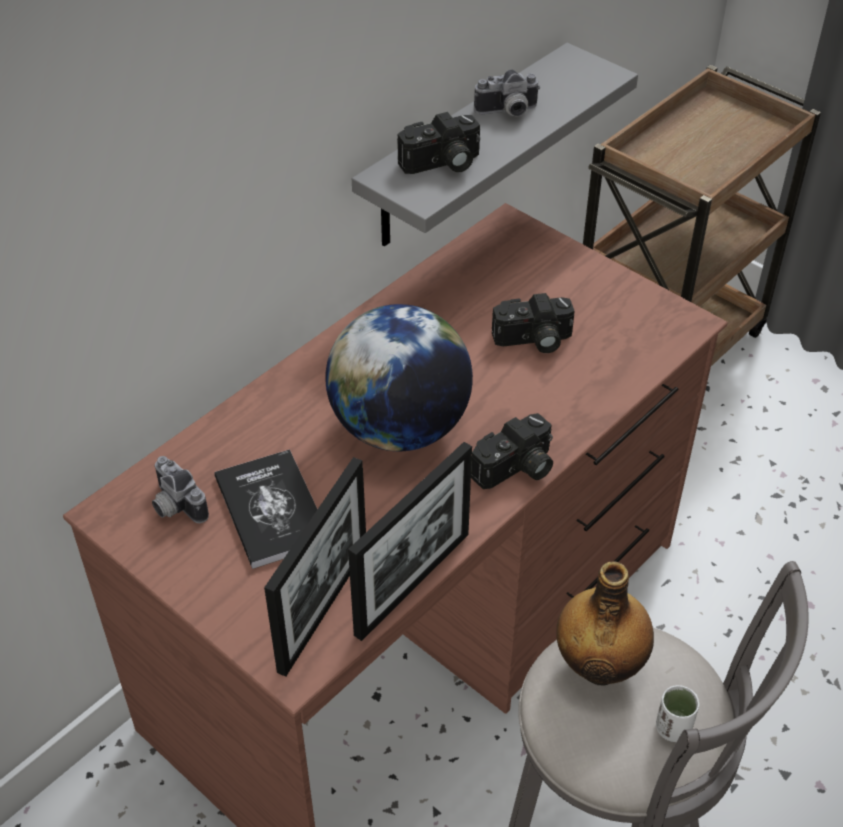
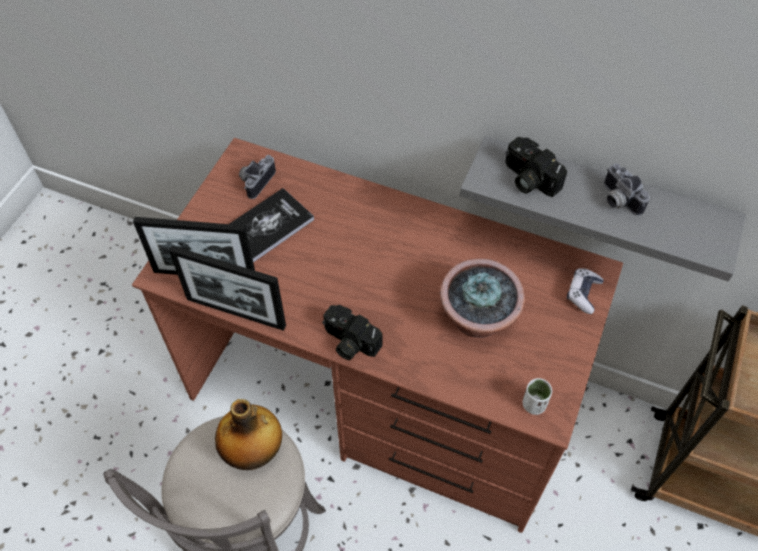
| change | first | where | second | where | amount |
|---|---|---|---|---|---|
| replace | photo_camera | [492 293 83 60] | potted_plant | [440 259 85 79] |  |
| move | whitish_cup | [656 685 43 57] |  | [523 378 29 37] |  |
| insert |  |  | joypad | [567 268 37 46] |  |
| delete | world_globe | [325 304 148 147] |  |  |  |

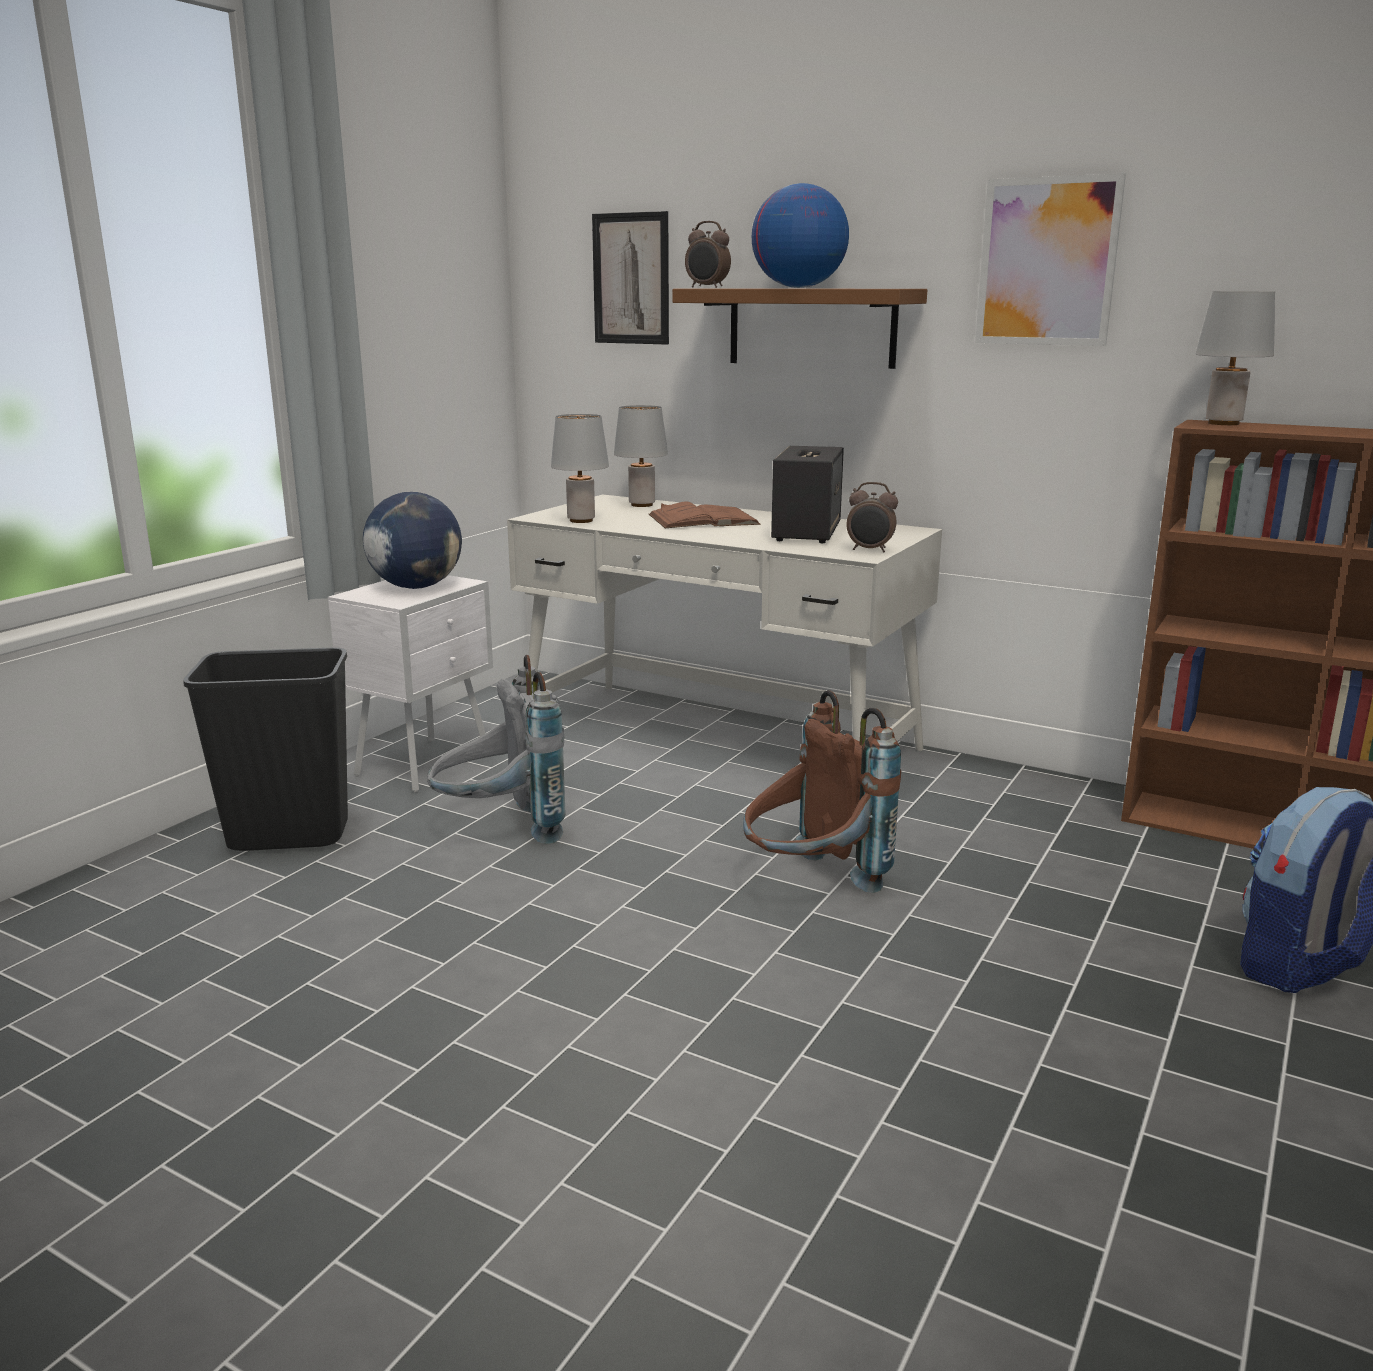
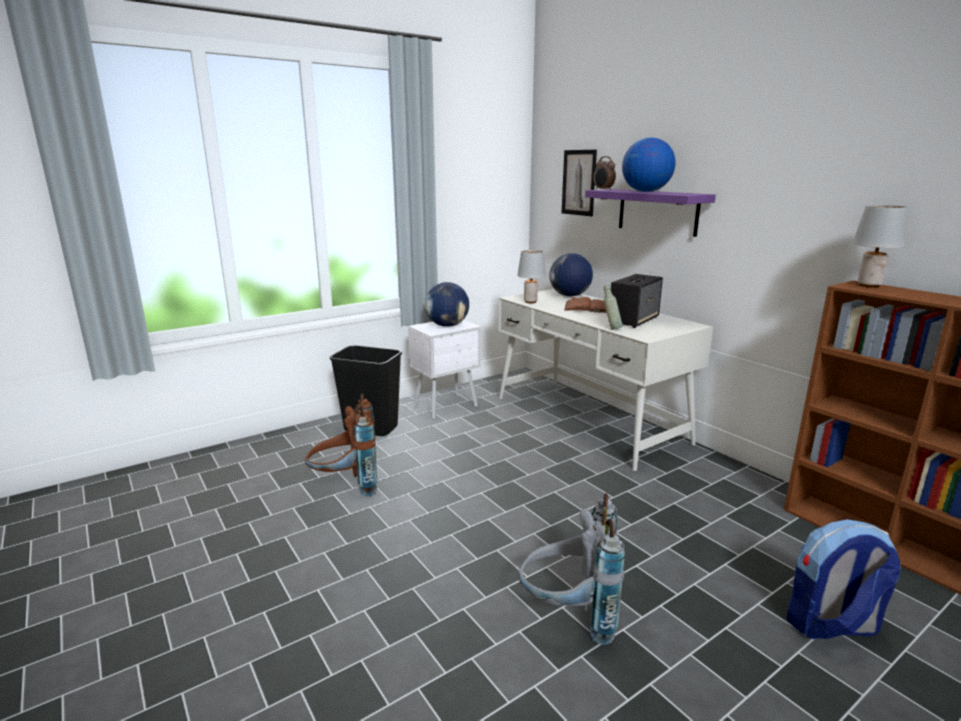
| change | first | where | second | where | amount |
|---|---|---|---|---|---|
| move | brown_rucksack | [743 690 158 203] |  | [305 394 72 103] |  |
| move | gray_rucksack | [427 655 139 189] |  | [519 493 106 152] |  |
| replace | gray_lamp_for_a_table | [614 405 54 102] | world_globe | [549 253 44 44] |  |
| recolor | brown_wall_shelf | [672 289 255 80] | purplish_wall_shelf | [585 189 131 48] |  |
| insert |  |  | gray_drink_bottle | [604 285 18 45] |  |
| delete | table_clock | [847 482 51 70] |  |  |  |
| delete | wall_picture | [975 173 151 173] |  |  |  |

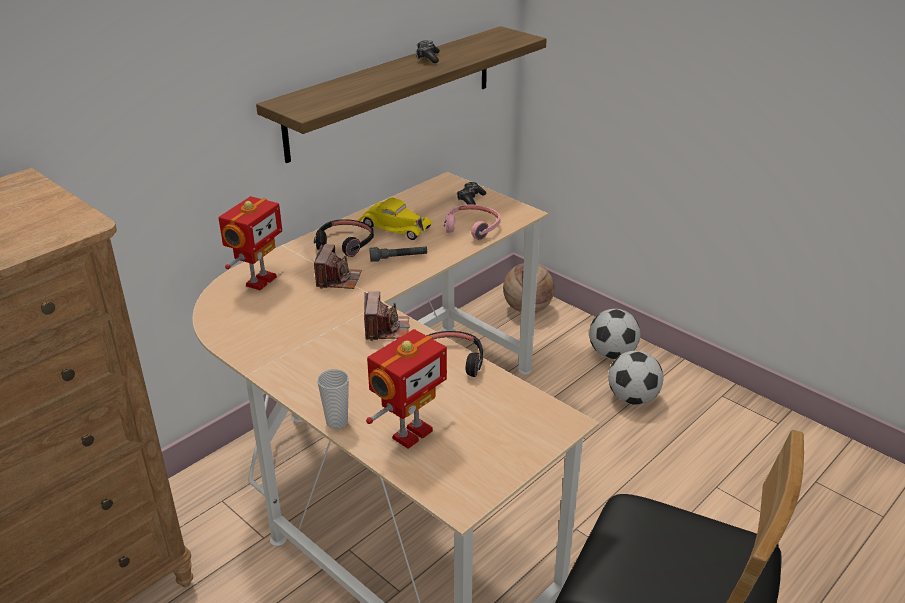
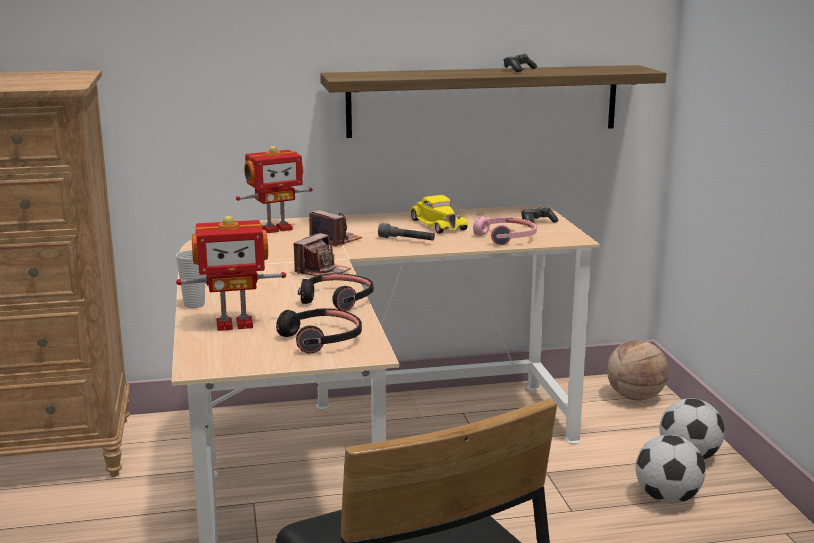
| change | first | where | second | where | amount |
|---|---|---|---|---|---|
| move | black-coloured_pair_of_headphones | [314 219 60 38] |  | [276 308 86 46] |  |
| rotate | photo_camera | [314 244 48 45] |  | [309 210 53 36] | 90 degrees counterclockwise |

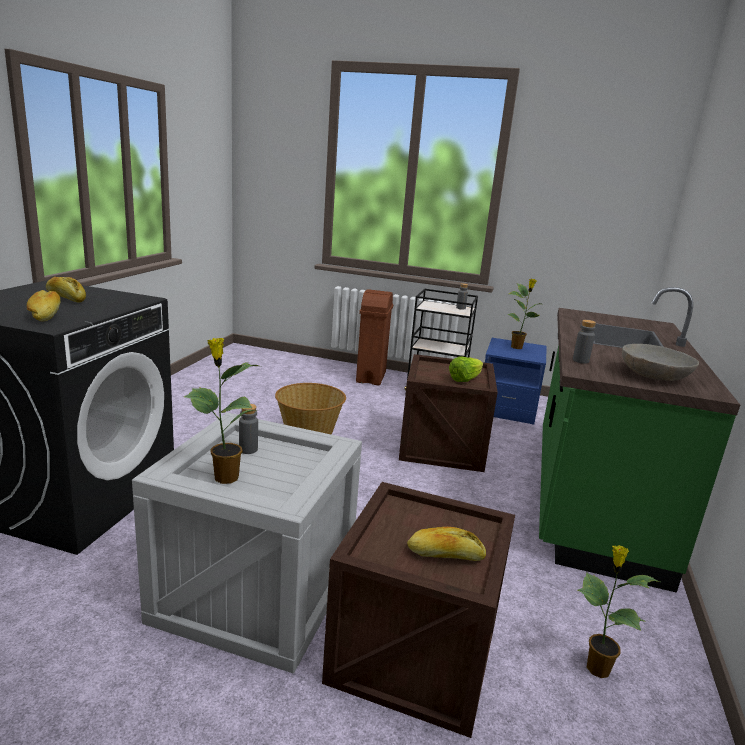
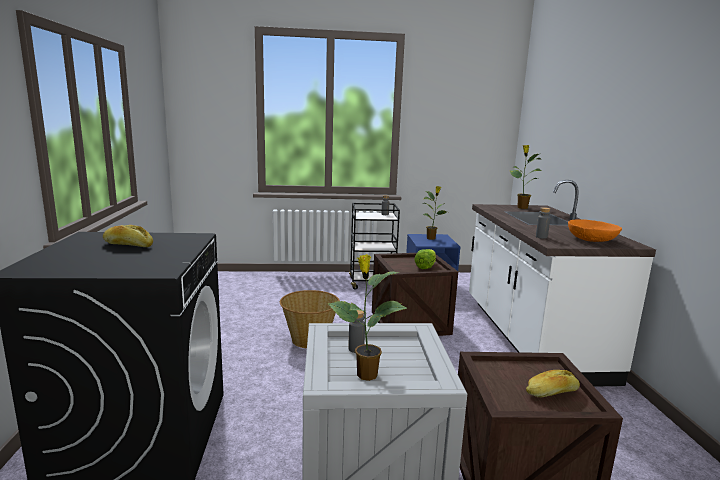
| change | first | where | second | where | amount |
|---|---|---|---|---|---|
| recolor | green_counter | [539 287 201 306] | whitish_counter | [469 180 187 207] |  |
| move | potted_plant | [578 545 82 133] |  | [509 145 33 64] |  |
| recolor | gray_bowl | [622 344 77 37] | orangey_bowl | [568 219 54 23] |  |
| delete | bread | [27 290 34 31] |  |  |  |
| delete | brown_rubbish_bin | [356 289 37 96] |  |  |  |

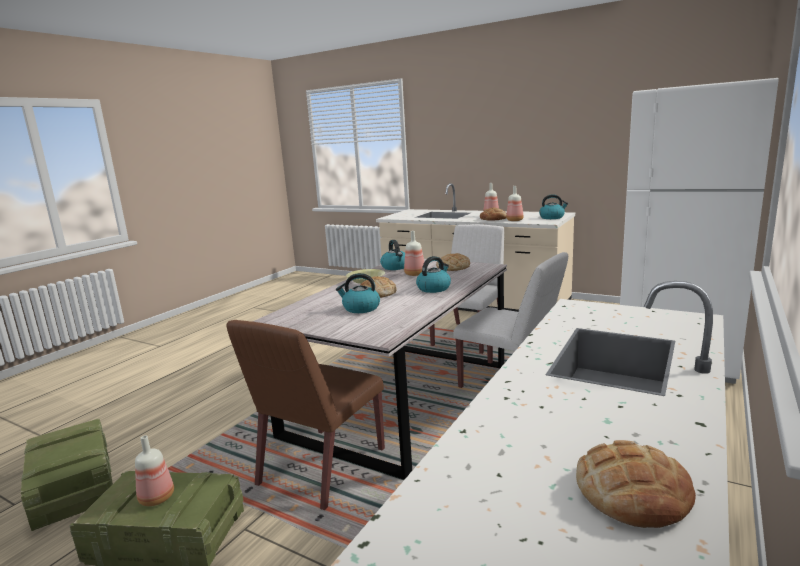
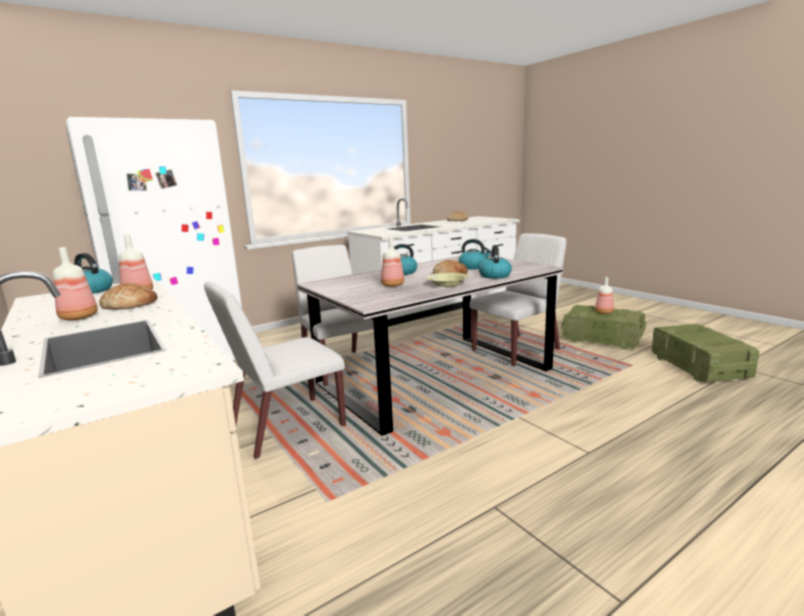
| change | first | where | second | where | amount |
|---|---|---|---|---|---|
| recolor | brown_upright_chair | [227 320 158 190] | whitish_upright_chair | [469 233 98 133] |  |
| move | tea_kettle | [380 240 25 30] |  | [479 245 33 34] |  |
| delete | bread | [436 253 34 18] |  |  |  |

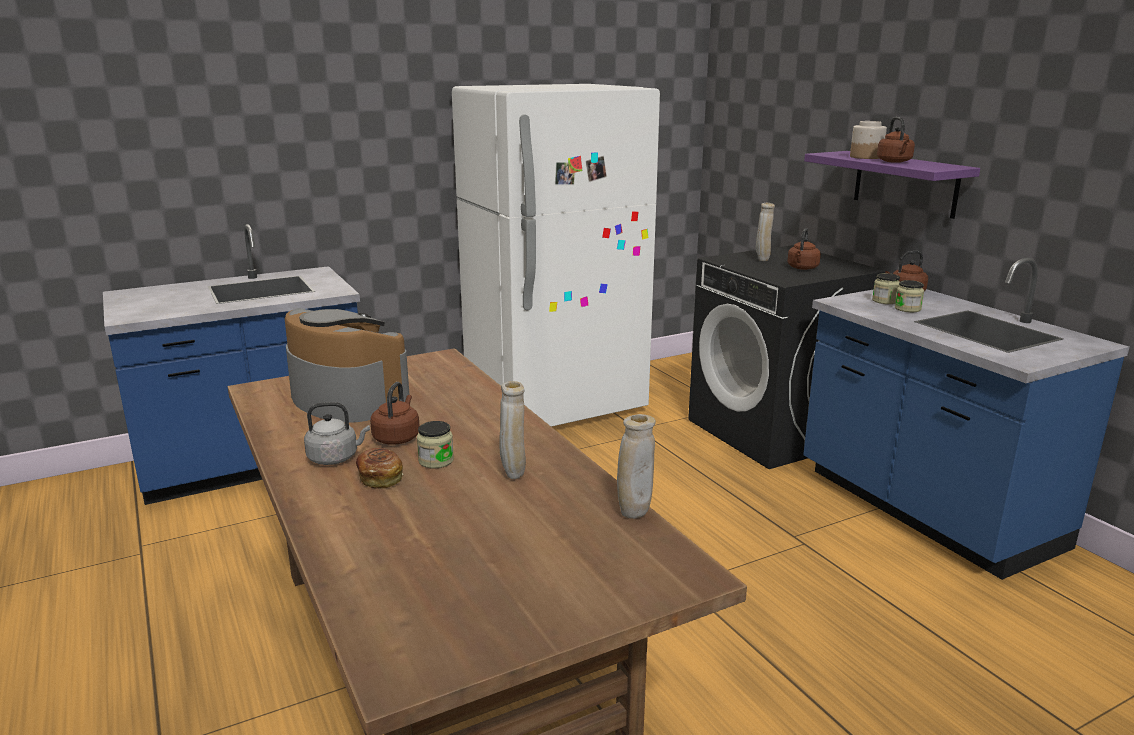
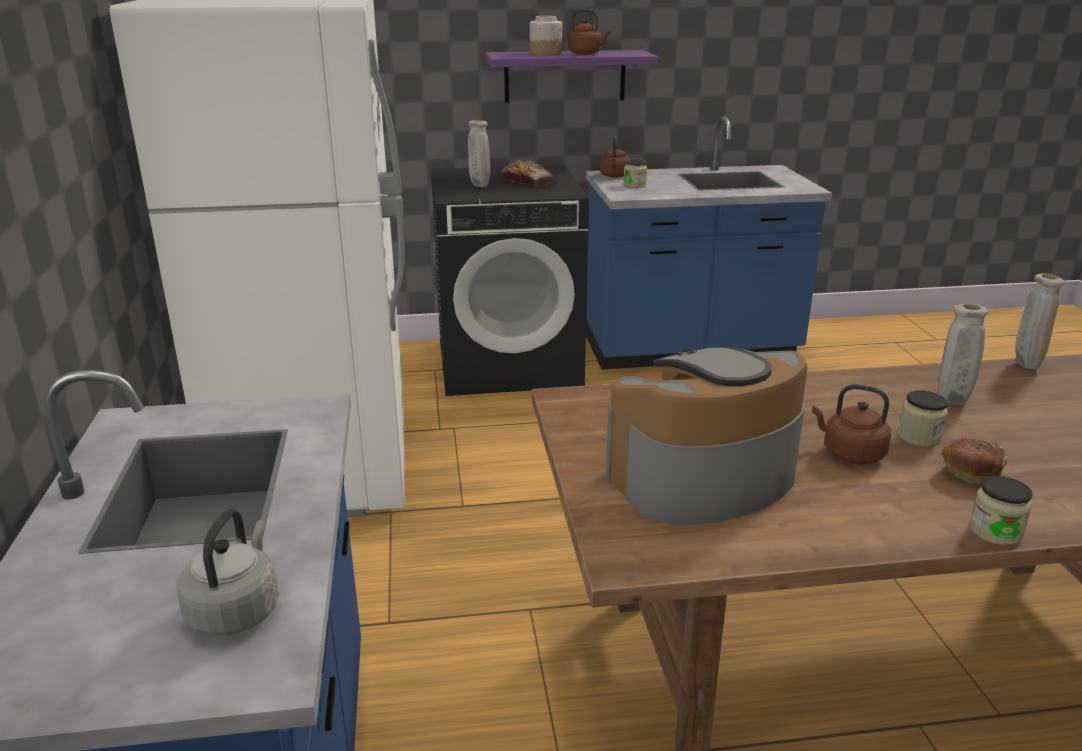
| change | first | where | second | where | amount |
|---|---|---|---|---|---|
| move | gray_tea_kettle | [304 402 66 63] |  | [177 509 102 127] |  |
| replace | brown_tea_kettle | [787 228 34 42] | bread | [501 160 52 26] |  |
| move | jar | [895 280 29 32] |  | [970 476 63 69] |  |

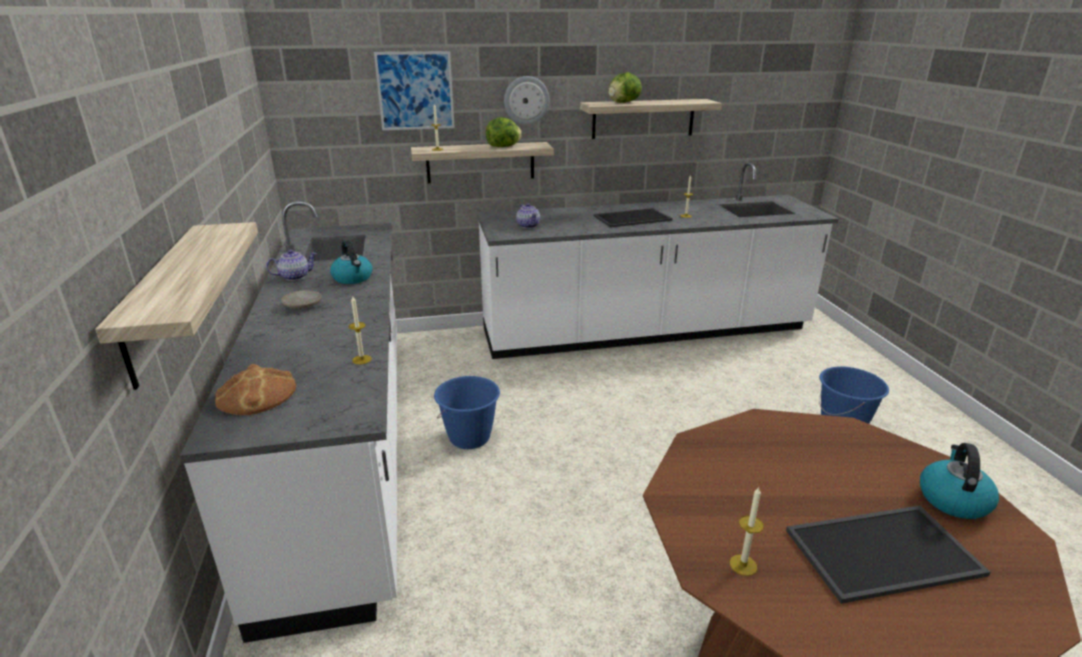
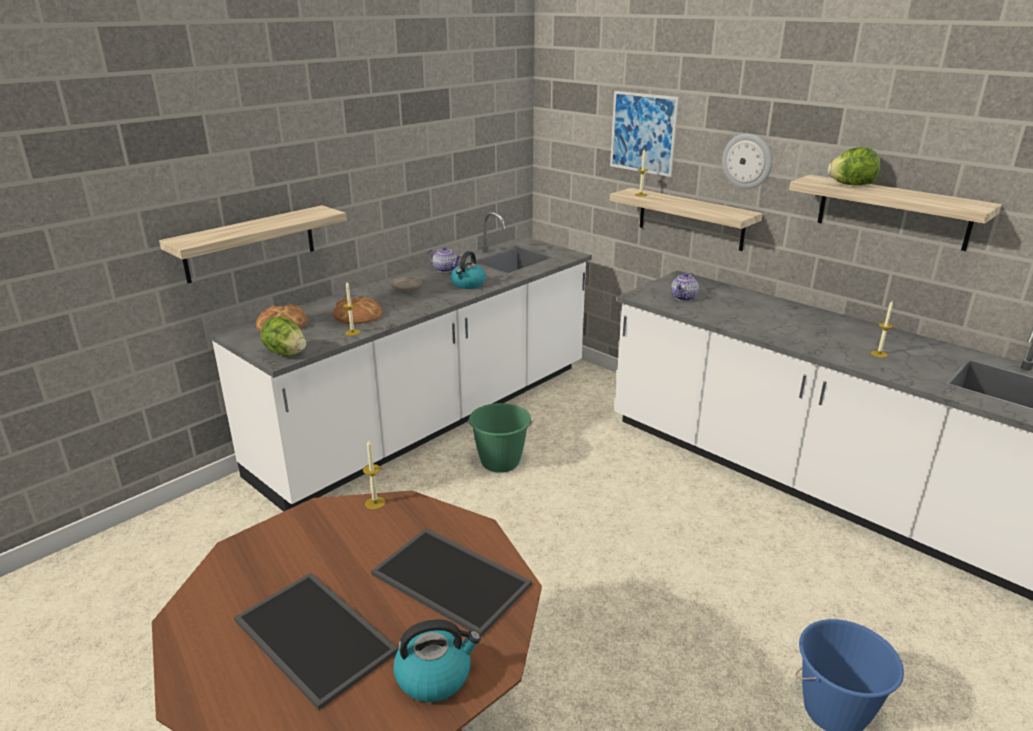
| change | first | where | second | where | amount |
|---|---|---|---|---|---|
| move | head_of_lettuce | [486 117 36 30] |  | [261 316 45 40] |  |
| insert |  |  | bread | [333 296 50 28] |  |
| move | candle | [730 486 34 90] |  | [363 439 22 71] |  |
| move | carrying_tray | [594 208 78 20] |  | [371 528 161 109] |  |
| recolor | blue-coloured_water_bucket | [434 376 66 73] | green_water_bucket | [468 403 64 70] |  |

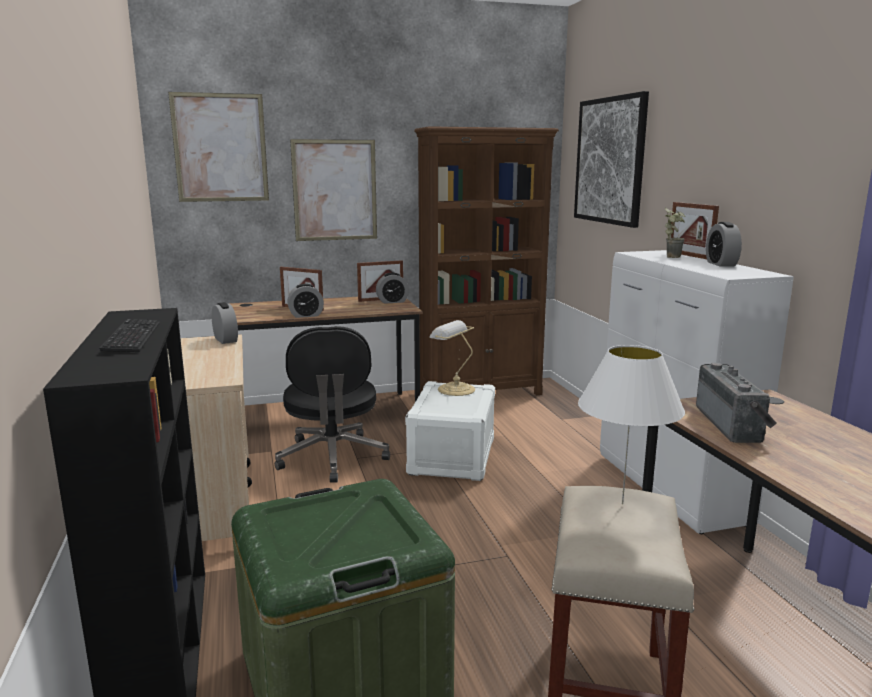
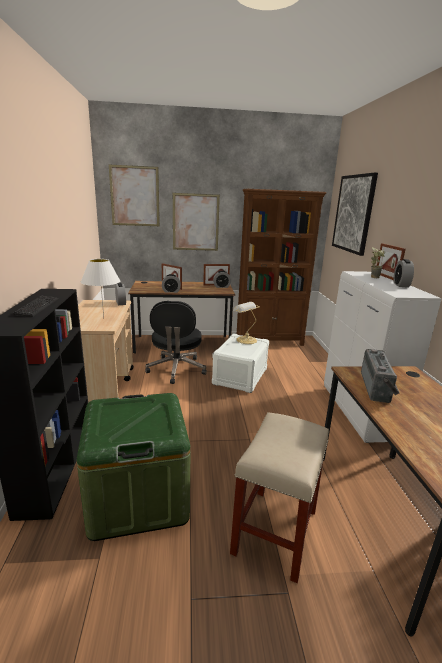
| change | first | where | second | where | amount |
|---|---|---|---|---|---|
| move | whitish_lamp_for_a_table | [578 345 107 159] |  | [81 259 39 59] |  |

